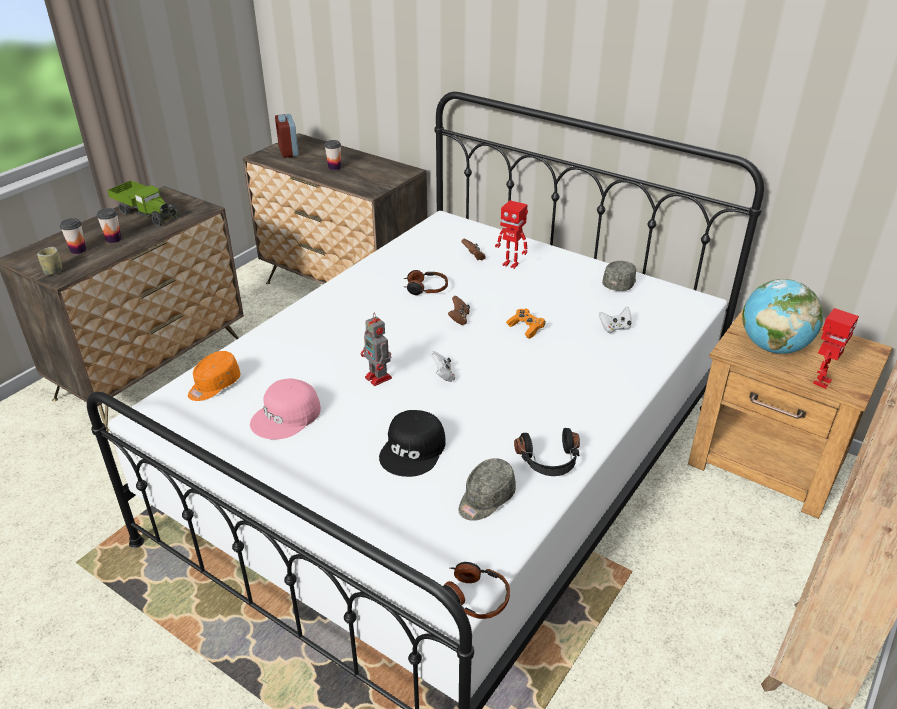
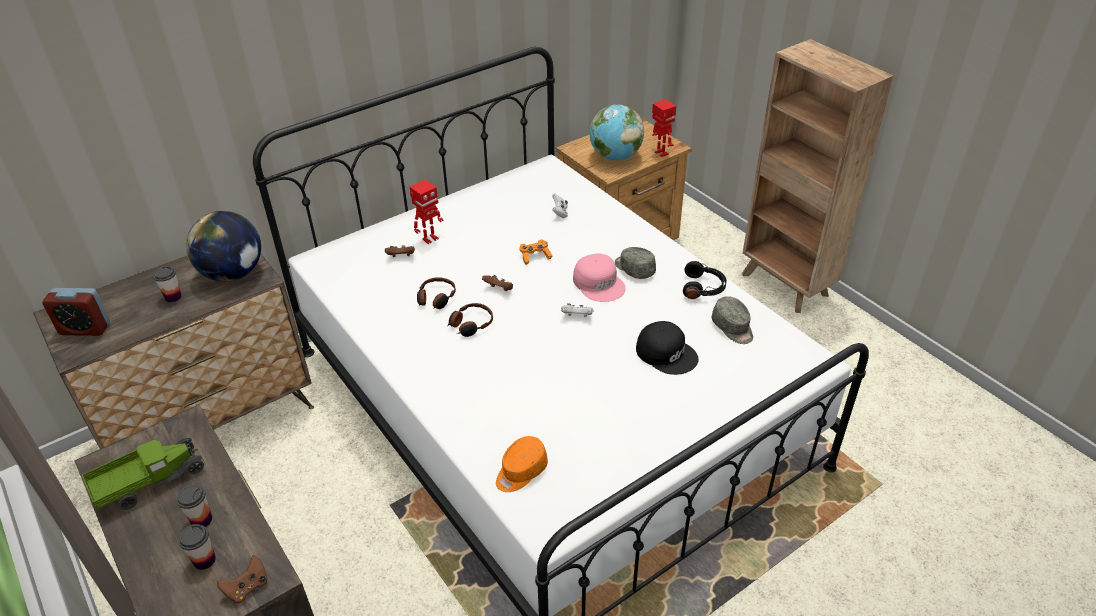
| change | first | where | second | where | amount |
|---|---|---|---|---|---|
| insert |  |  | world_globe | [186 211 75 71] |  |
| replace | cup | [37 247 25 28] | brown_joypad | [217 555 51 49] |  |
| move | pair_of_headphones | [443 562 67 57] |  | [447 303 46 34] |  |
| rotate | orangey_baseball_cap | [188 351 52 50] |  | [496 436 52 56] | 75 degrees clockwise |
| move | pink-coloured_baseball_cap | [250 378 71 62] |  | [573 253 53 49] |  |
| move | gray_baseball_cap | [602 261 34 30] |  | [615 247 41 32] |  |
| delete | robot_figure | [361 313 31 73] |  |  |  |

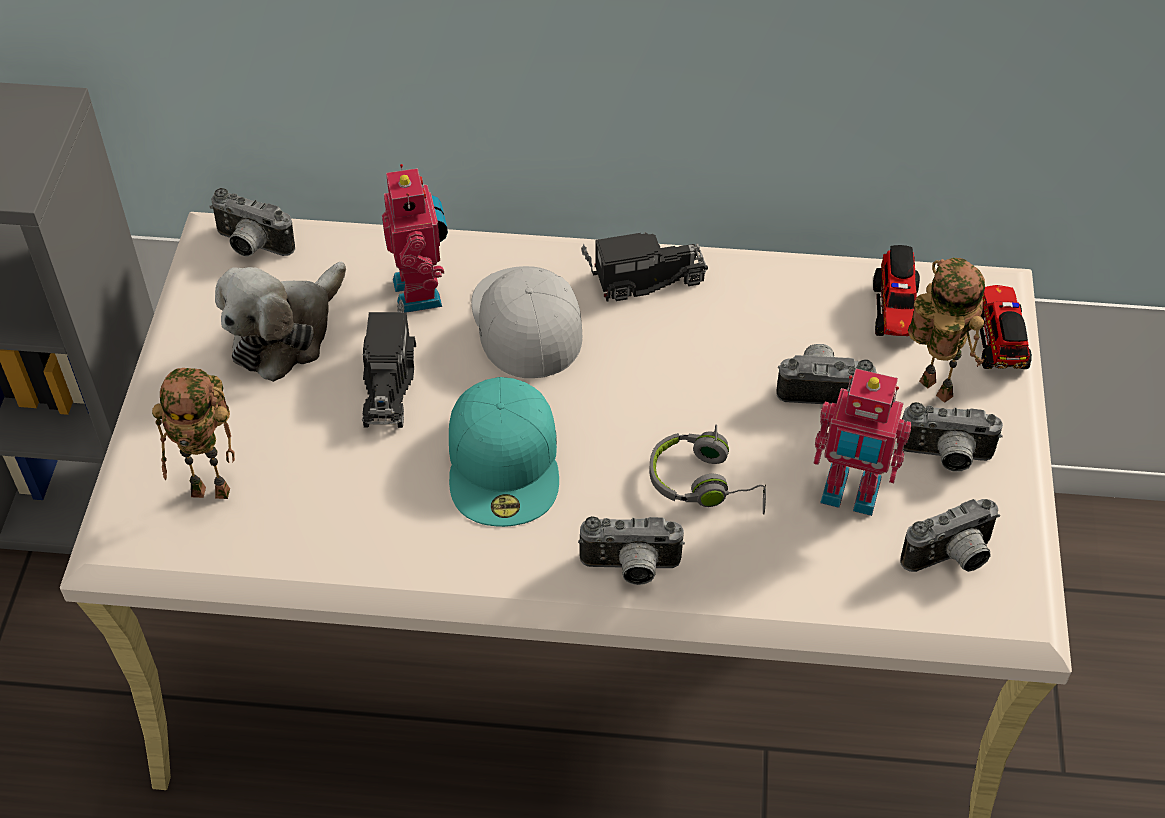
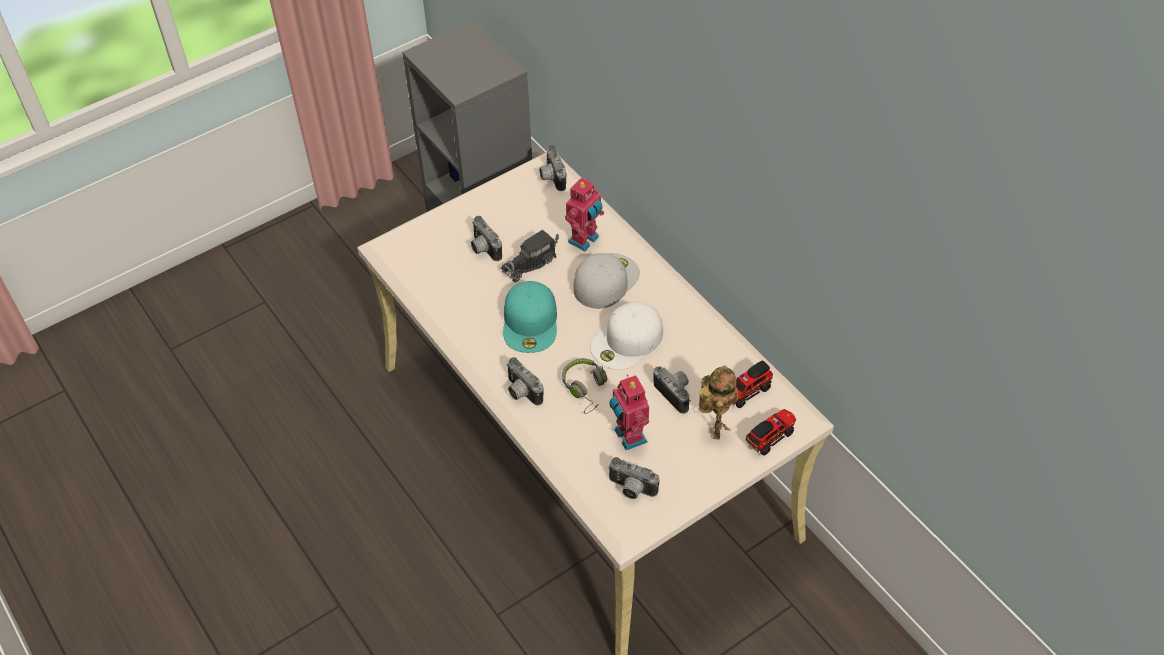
| change | first | where | second | where | amount |
|---|---|---|---|---|---|
| move | photo_camera | [897 402 106 69] |  | [471 216 31 45] |  |
| rotate | blue-green_baseball_cap | [449 377 110 150] |  | [503 281 54 72] | 45 degrees counterclockwise |
| insert |  |  | whitish_baseball_cap | [591 302 72 68] |  |
| delete | robot_figure | [152 368 83 131] |  |  |  |
| delete | cuddly_toy | [215 262 131 120] |  |  |  |
| delete | model_truck | [581 232 127 69] |  |  |  |

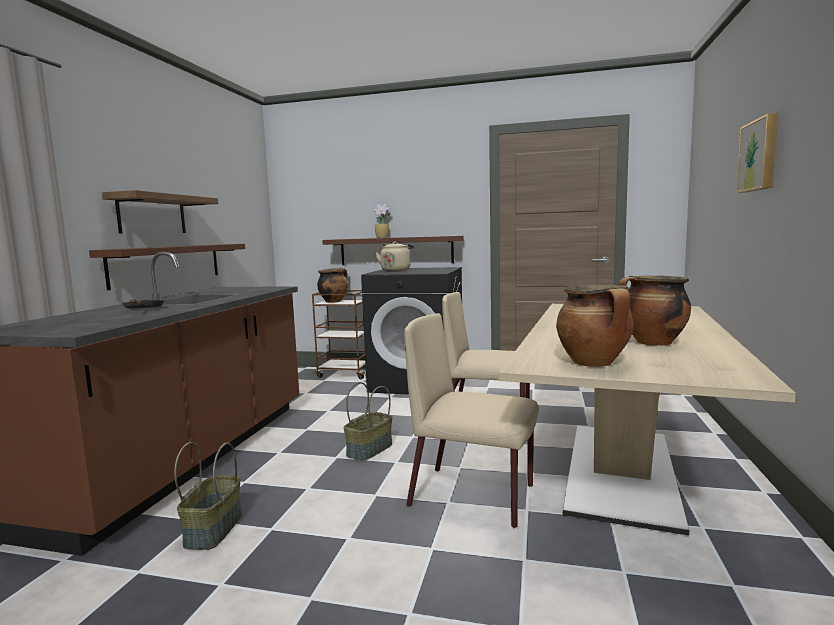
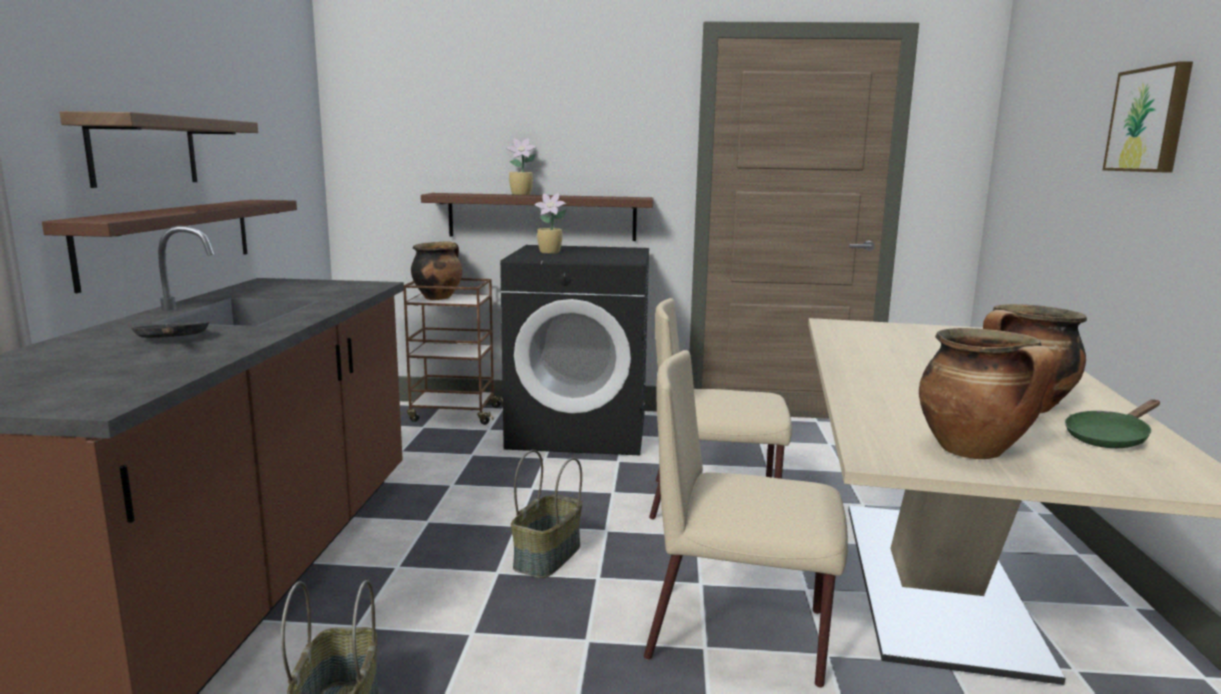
| change | first | where | second | where | amount |
|---|---|---|---|---|---|
| replace | beige-coloured_tea_kettle | [376 242 38 30] | potted_plant | [534 193 32 61] |  |
| insert |  |  | green_pan | [1065 399 95 49] |  |

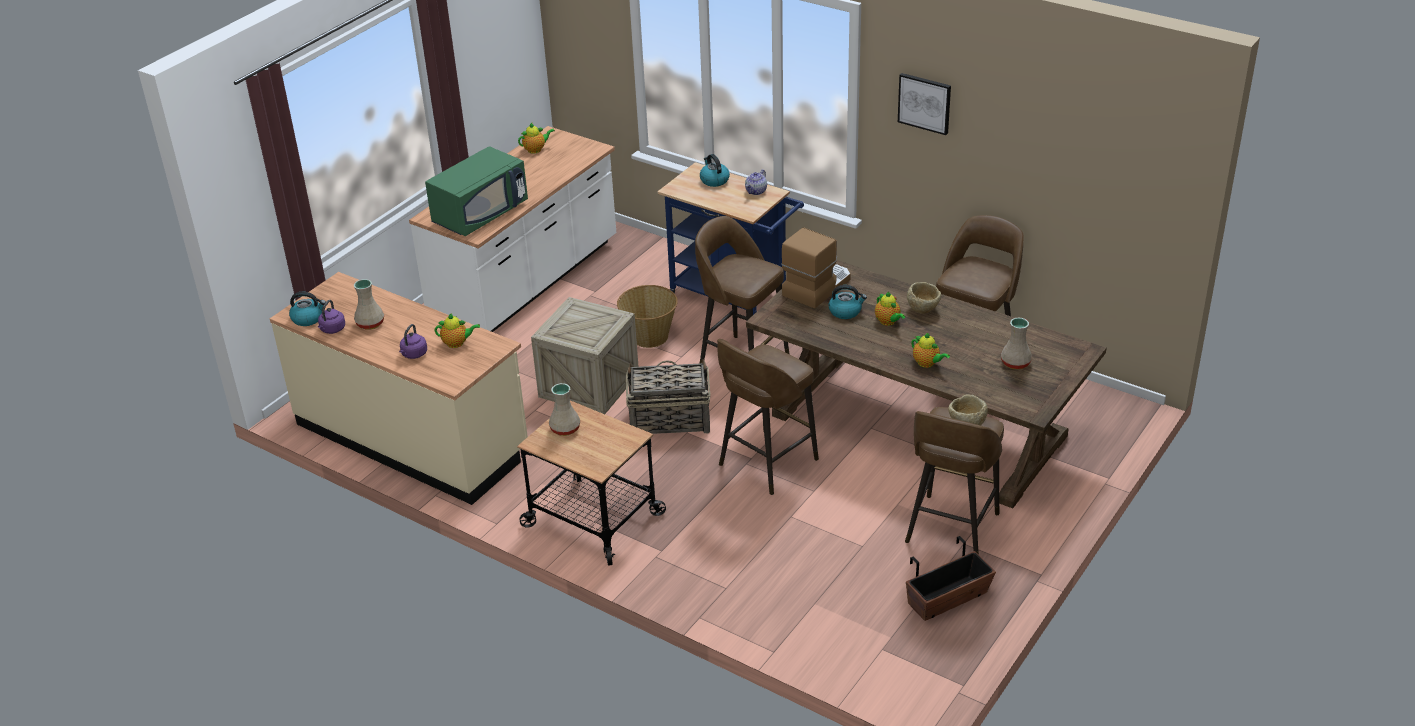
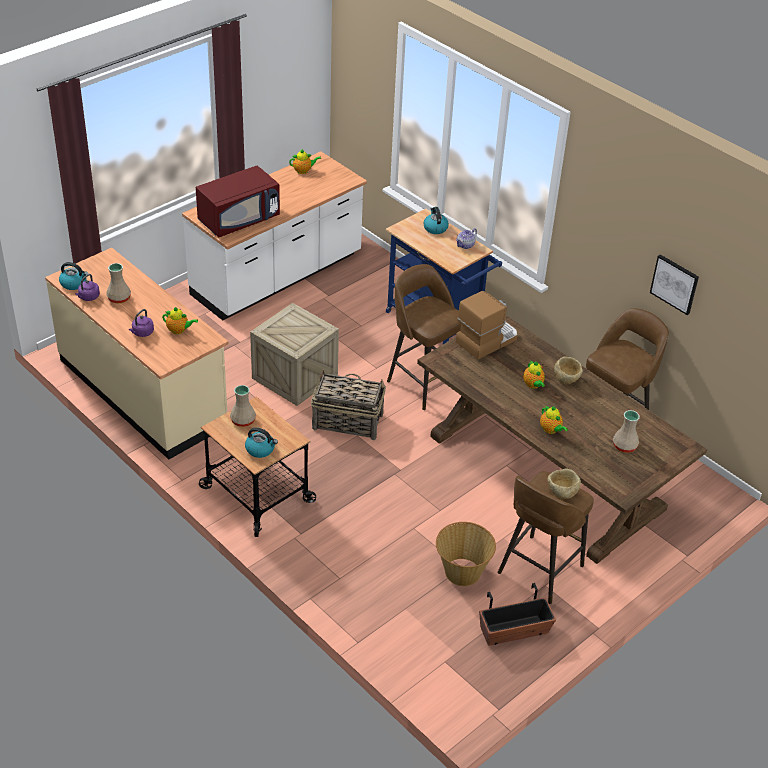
| change | first | where | second | where | amount |
|---|---|---|---|---|---|
| recolor | green_microwave_oven | [425 146 103 90] | red_microwave_oven | [196 166 84 72] |  |
| move | tea_kettle | [829 285 38 34] |  | [245 427 33 31] |  |
| move | storage_basket | [617 285 61 63] |  | [436 522 60 64] |  |
| move | wall_picture | [898 73 53 62] |  | [650 254 49 61] |  |
| delete | brown_sitting_stool | [717 339 102 156] |  |  |  |

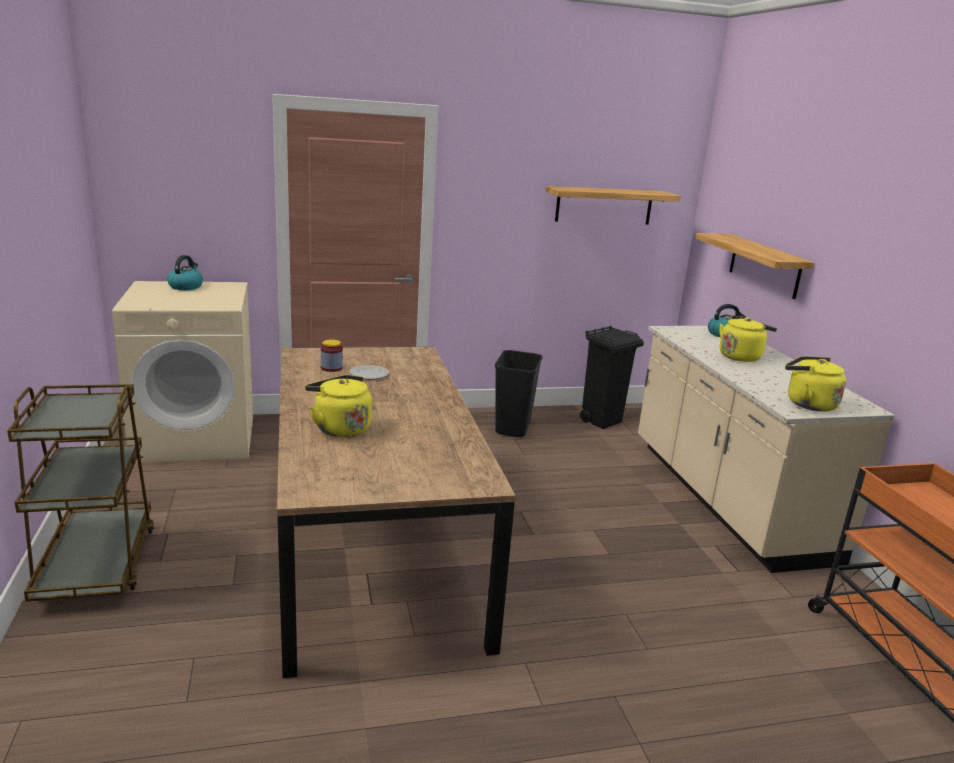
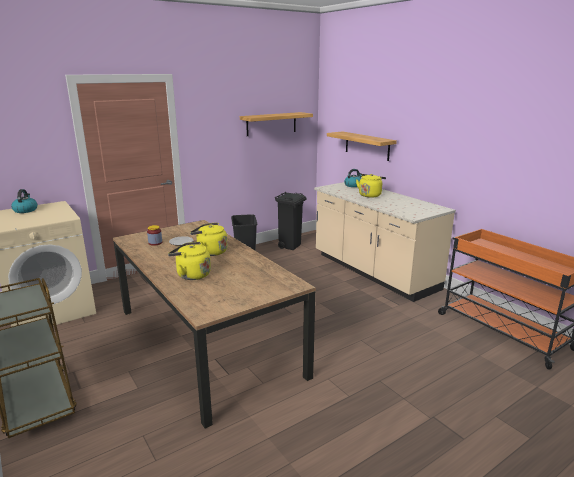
| change | first | where | second | where | amount |
|---|---|---|---|---|---|
| move | yellow_tea_kettle | [785 356 61 56] |  | [190 222 38 34] |  |

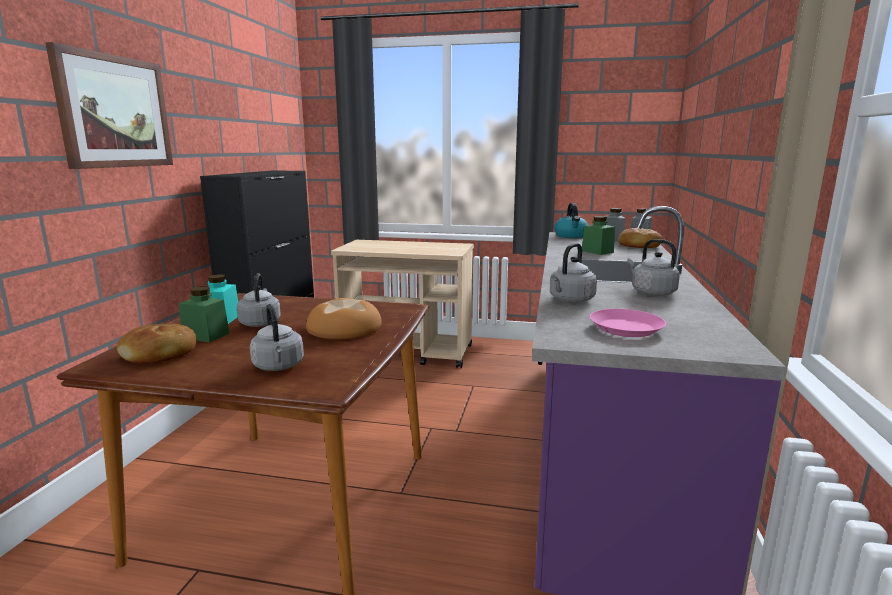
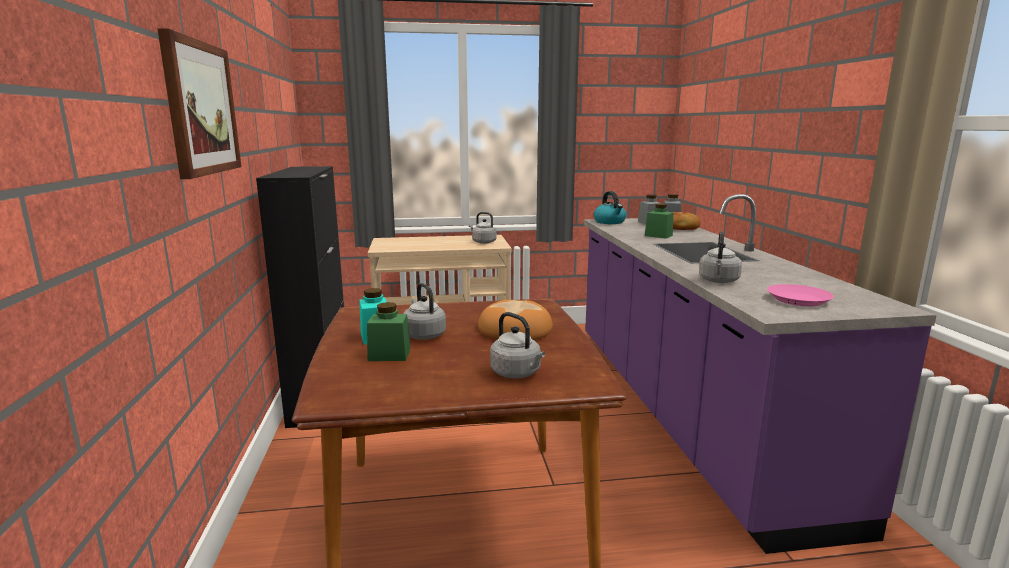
| change | first | where | second | where | amount |
|---|---|---|---|---|---|
| move | gray_tea_kettle | [627 239 53 57] |  | [469 212 28 32] |  |
| delete | bread | [117 324 80 39] |  |  |  |

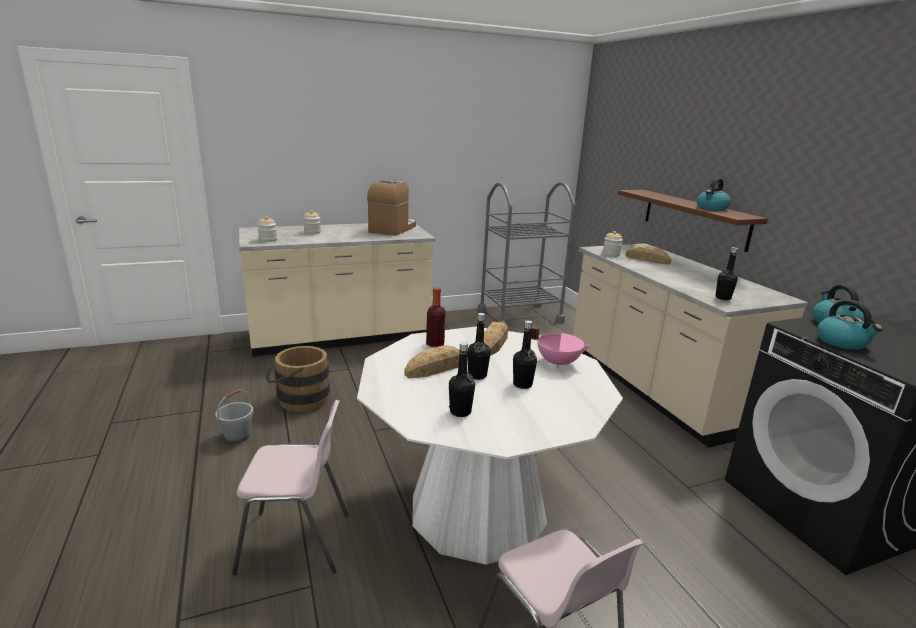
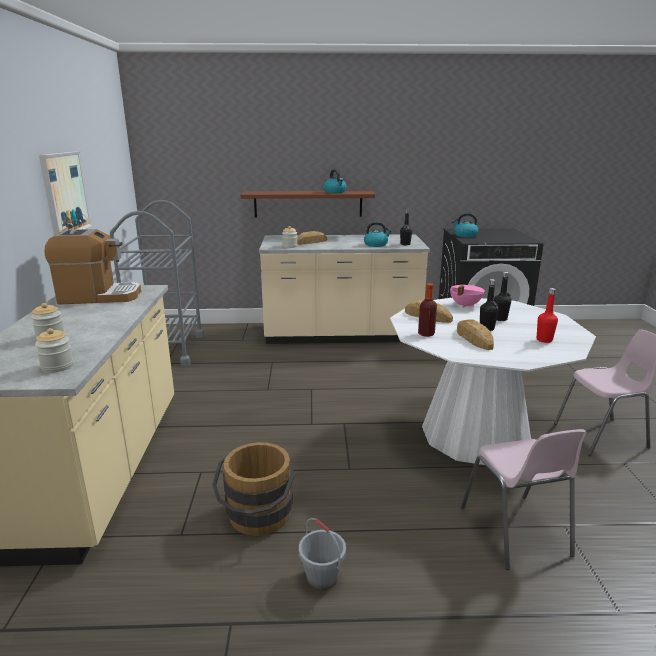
| change | first | where | second | where | amount |
|---|---|---|---|---|---|
| insert |  |  | wall_picture | [39 151 53 85] |  |
| rotate | coffee_maker | [367 180 49 56] |  | [45 229 96 76] | 135 degrees clockwise |
| move | tea_kettle | [817 300 66 50] |  | [364 222 28 25] |  |
| rotate | pink-coloured_upright_chair | [232 400 117 175] |  | [461 429 126 141] | 150 degrees clockwise |
| recolor | black-coloured_drink_bottle | [449 342 26 75] | red_drink_bottle | [537 288 21 55] |  |

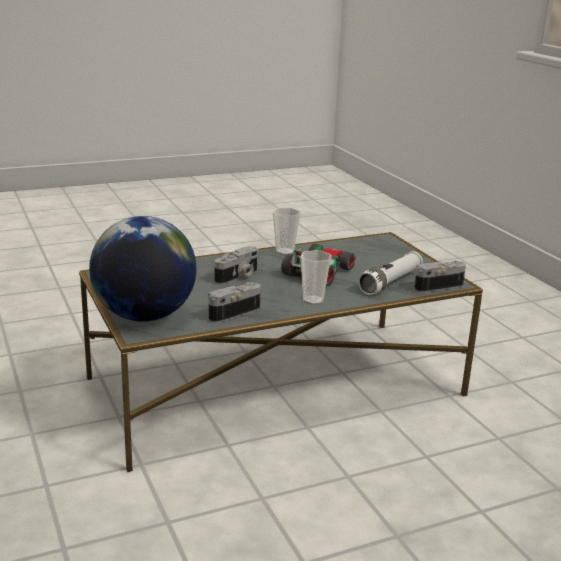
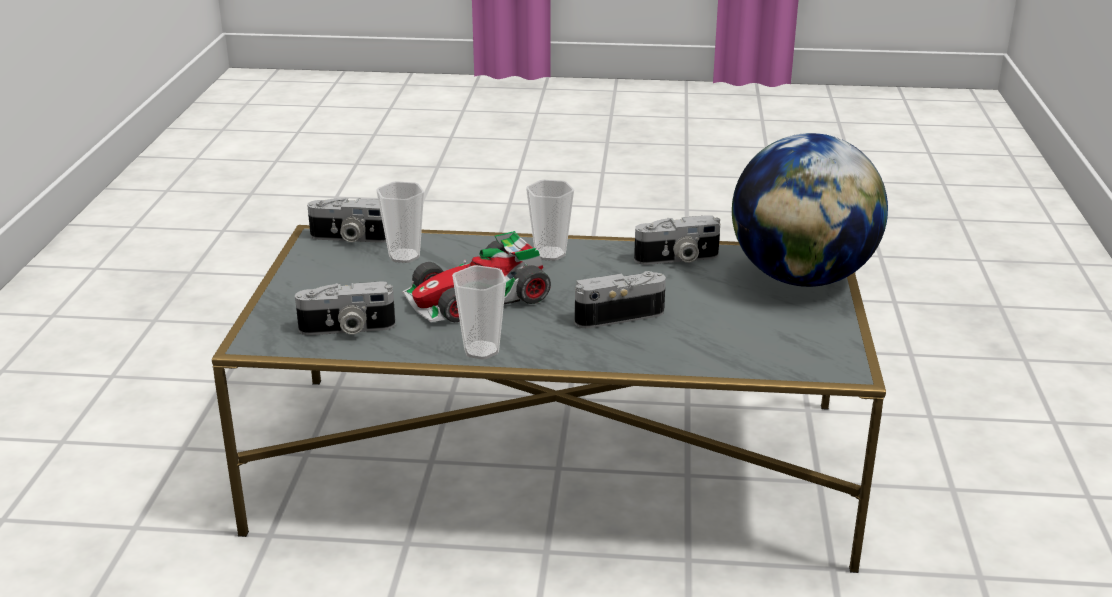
| change | first | where | second | where | amount |
|---|---|---|---|---|---|
| insert |  |  | photo_camera | [295 282 100 53] |  |
| replace | whitish_torch | [358 251 65 44] | cup | [376 181 48 82] |  |

